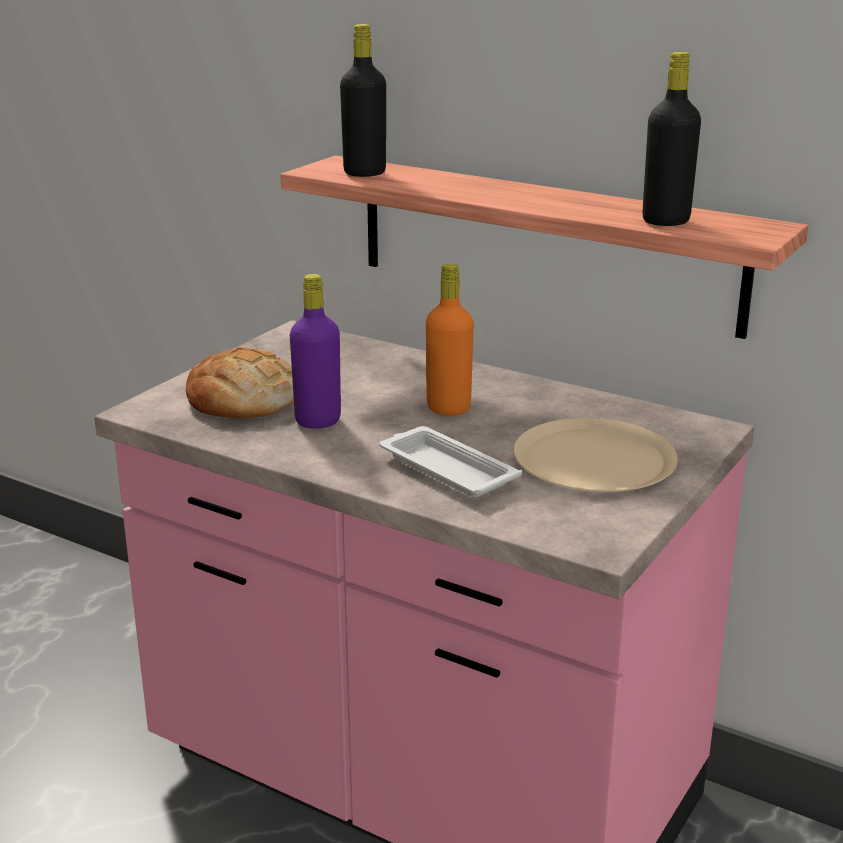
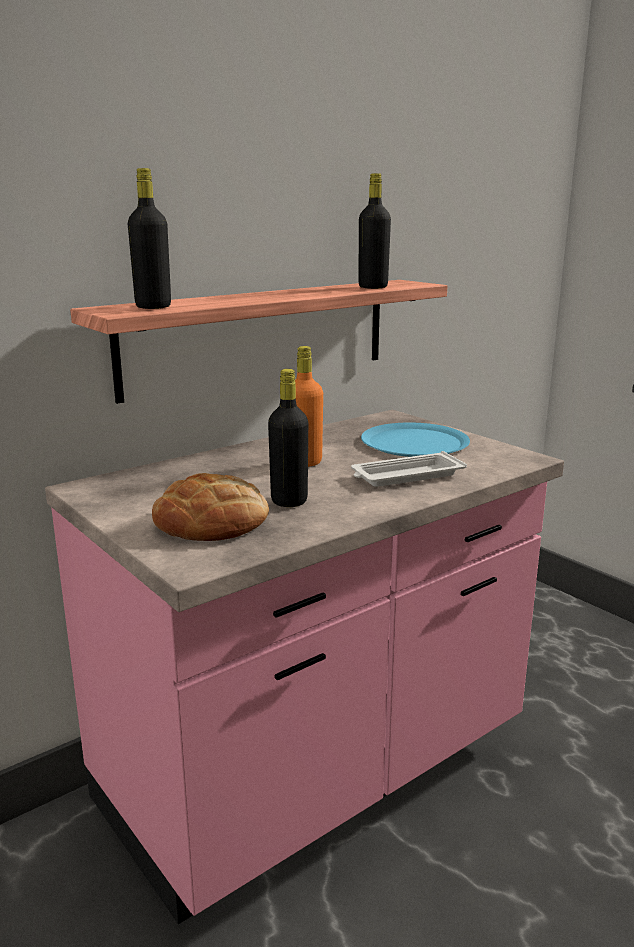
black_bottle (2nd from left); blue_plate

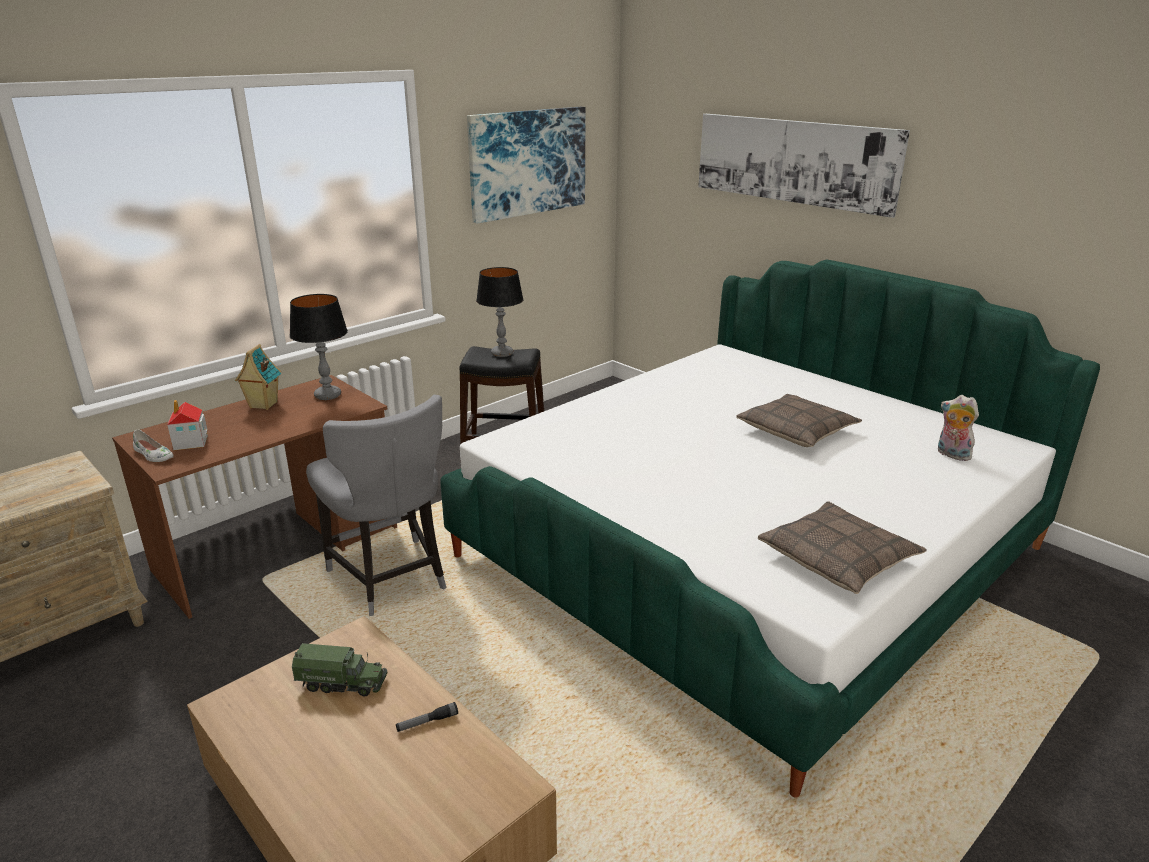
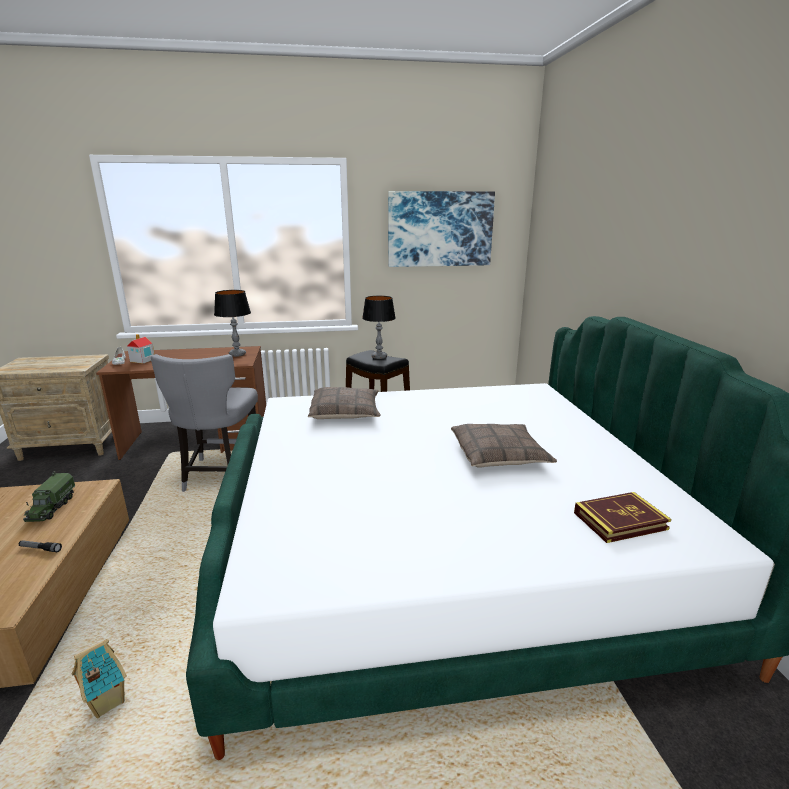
toy_truck; toy_house (1st from left); pillow (1st from left); book; picture (2nd from left in the first image)

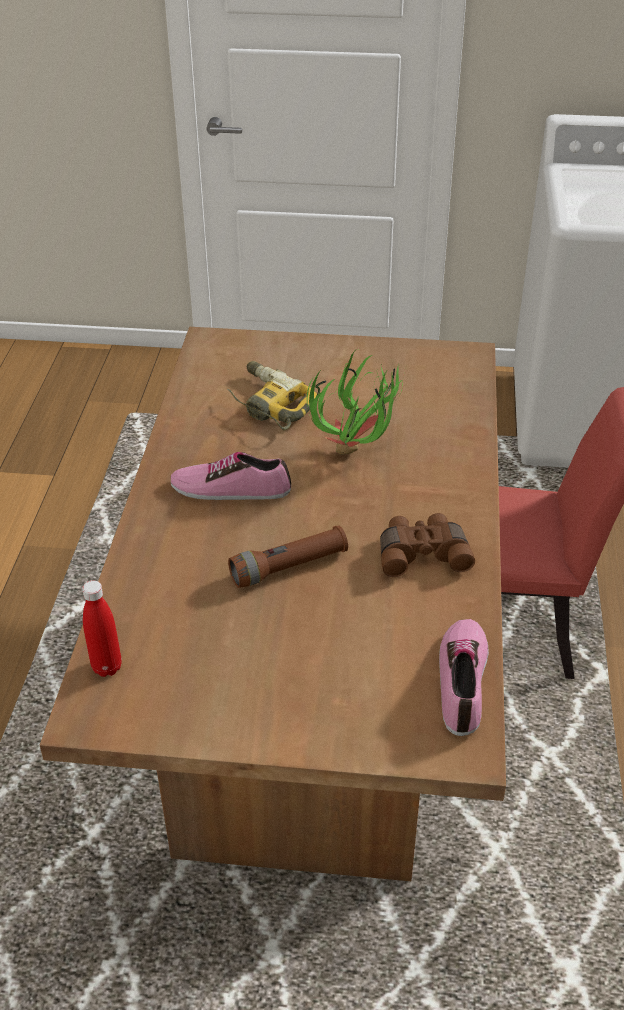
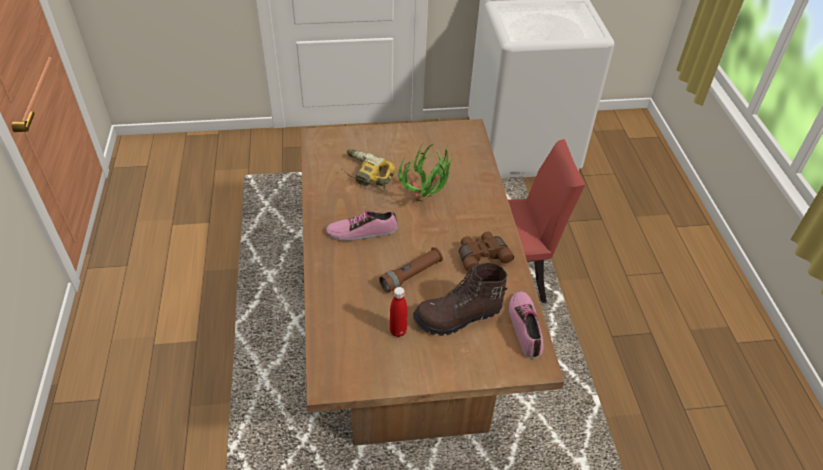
red_bottle; brown_boot

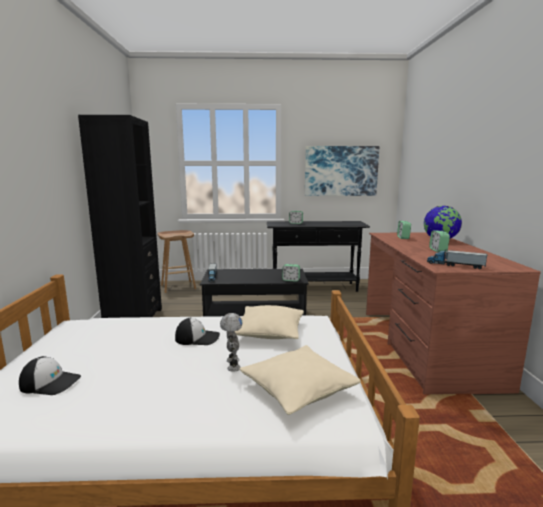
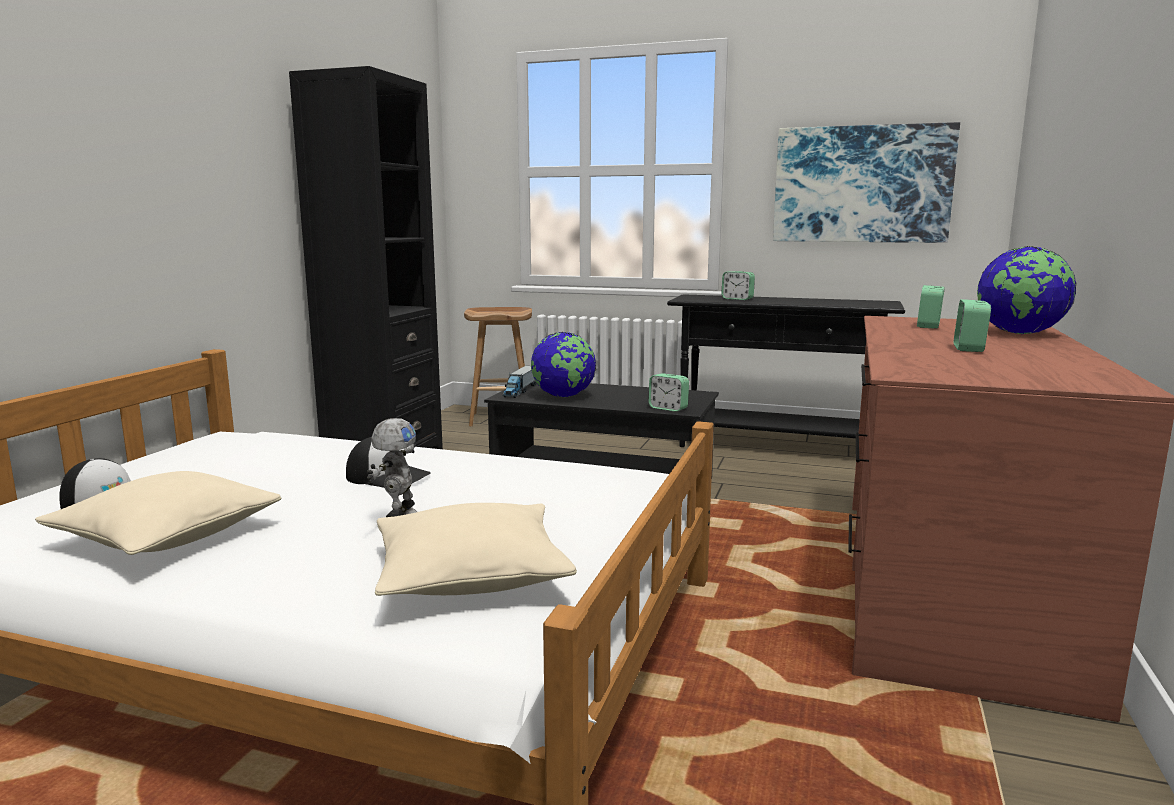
beige_pillow (1st from left); globe (1st from left); toy_truck (2nd from left in the first image)

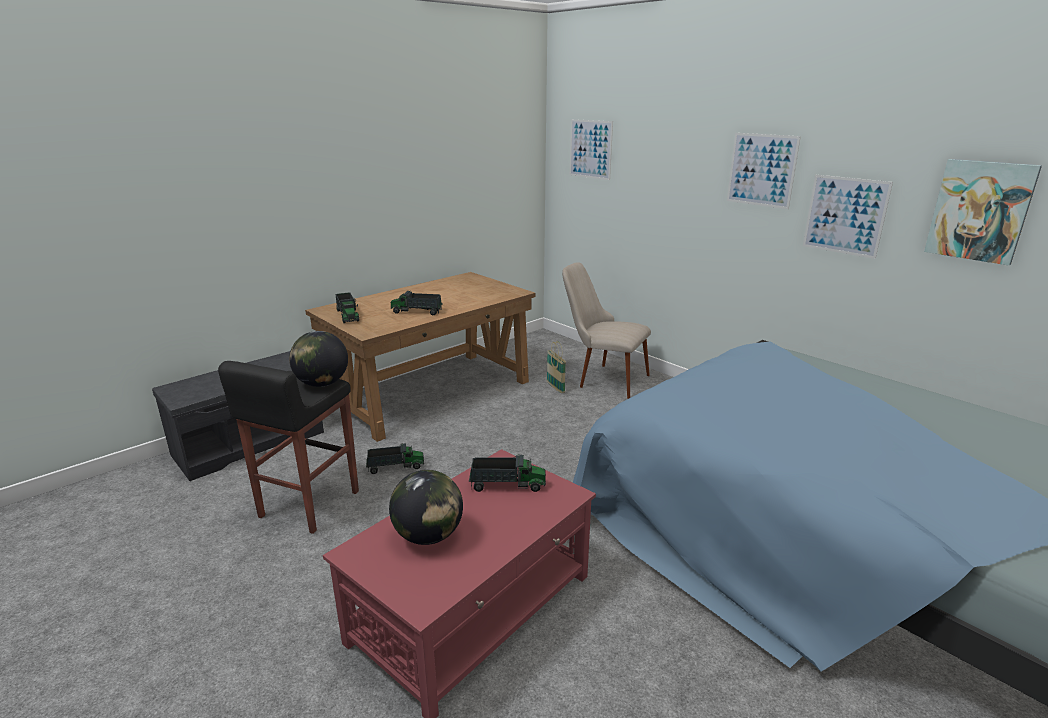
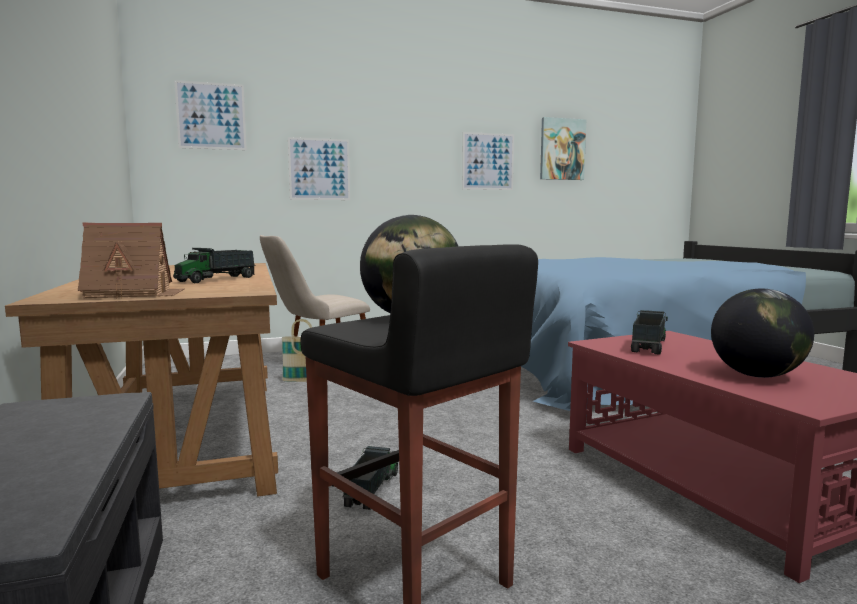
toy_house; picture (2nd from left)

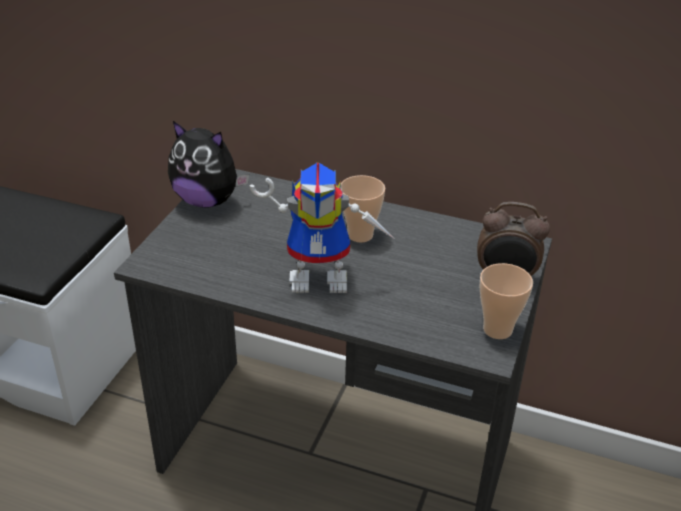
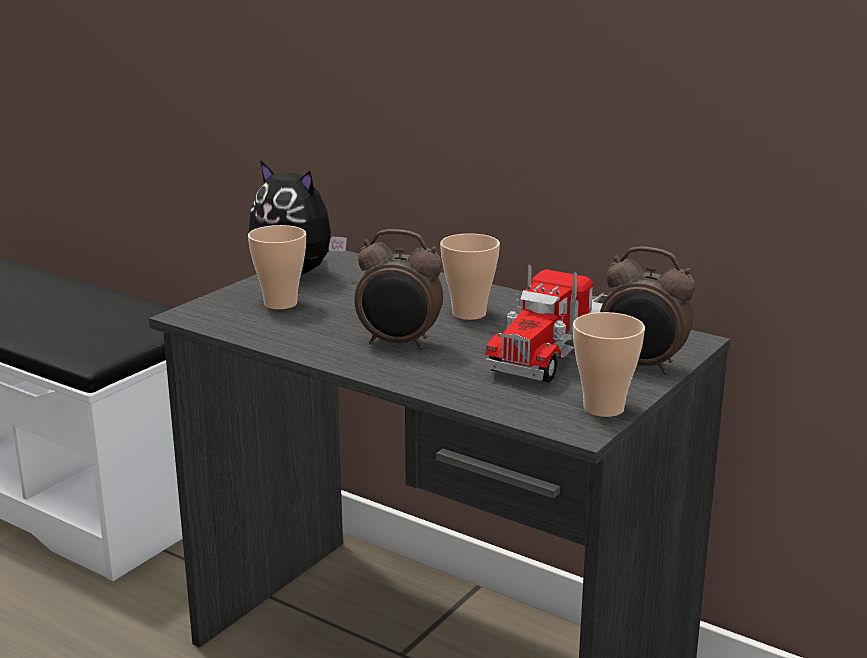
cup (1st from left); alarm_clock (1st from left); toy_truck

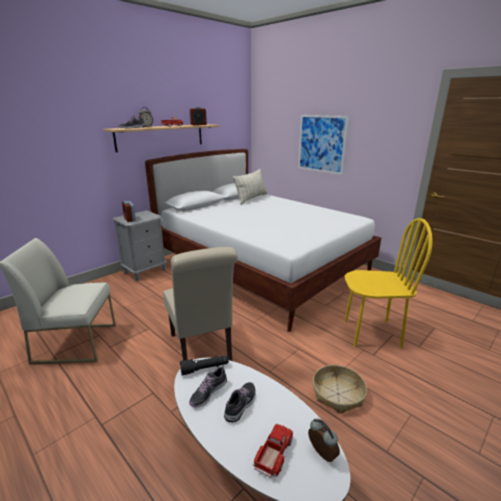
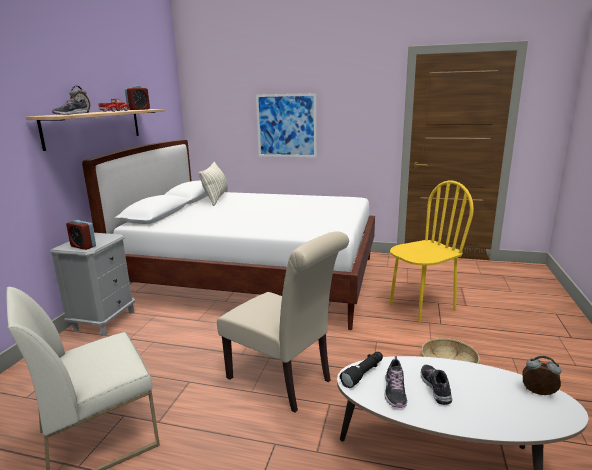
toy_truck (2nd from left in the first image)

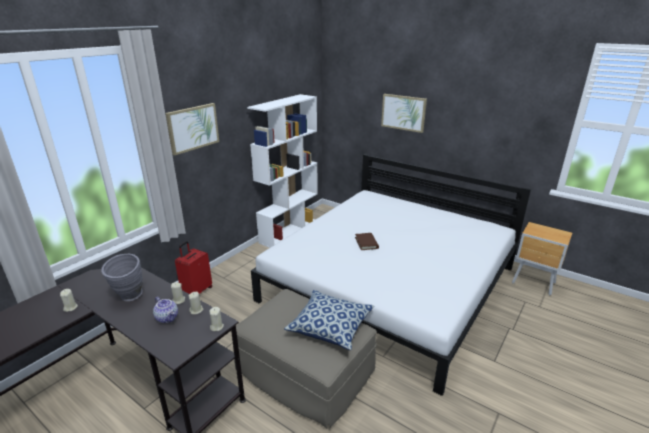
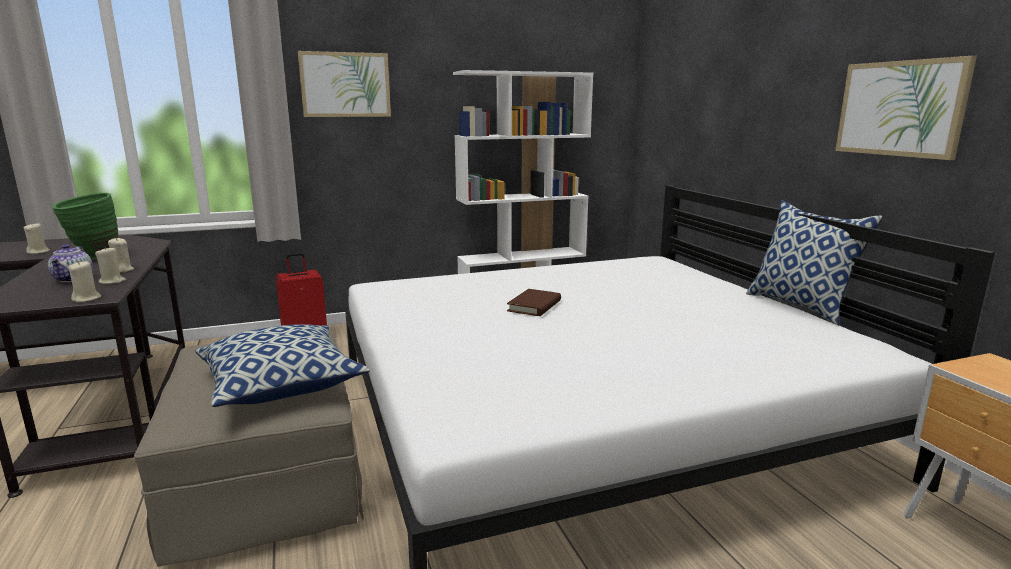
green_vase; pillow (2nd from left); picture (2nd from left)

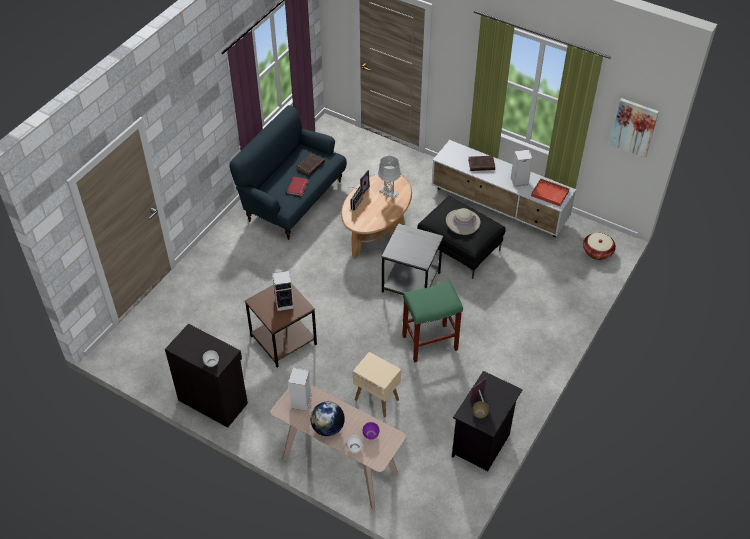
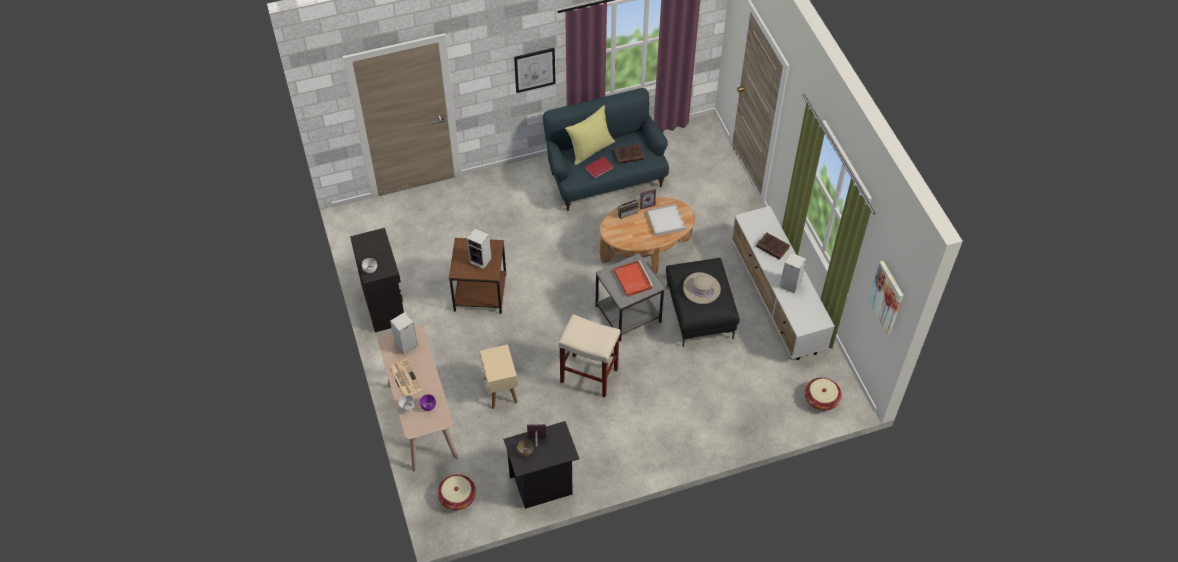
newspaper; basket (1st from left); picture (1st from left); beige_stool; yellow_pillow; red_tray; white_tray

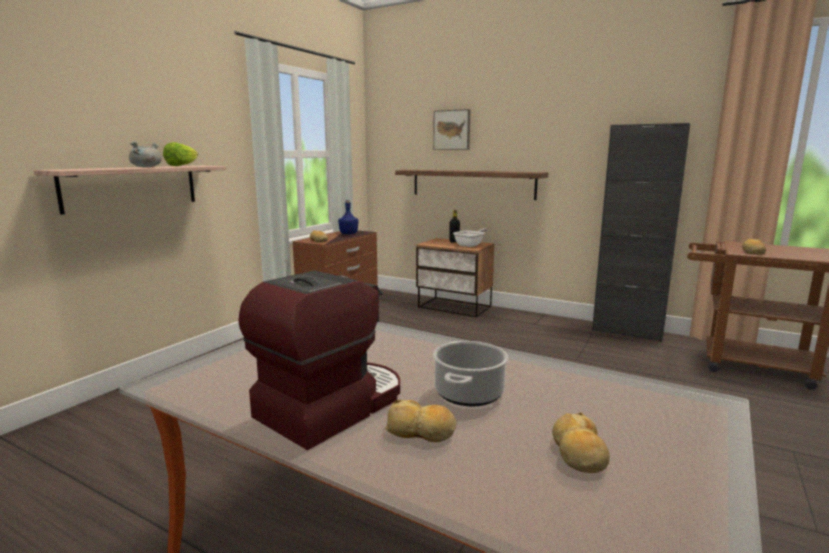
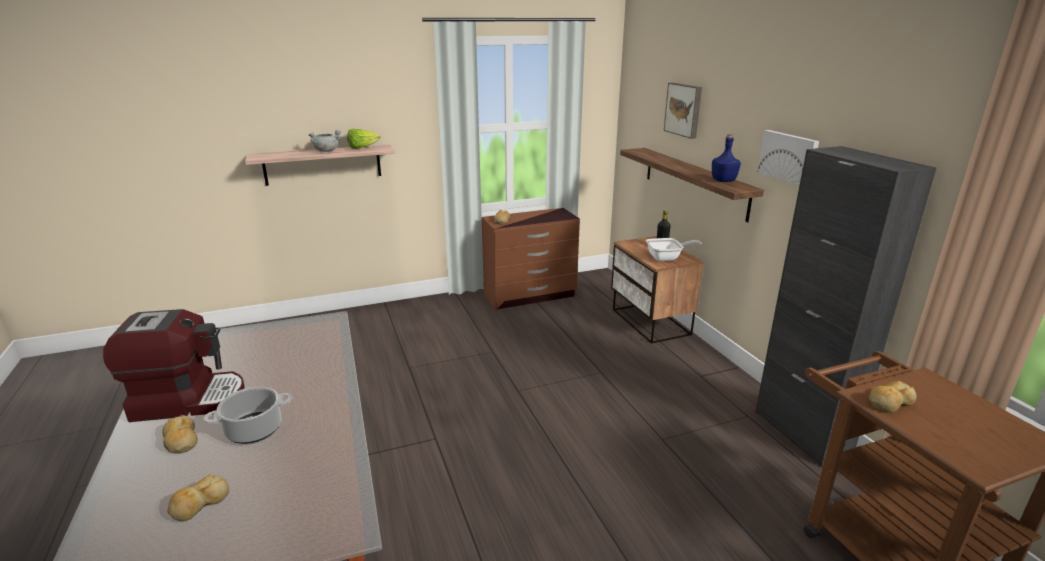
blue_bottle; picture (2nd from left)

